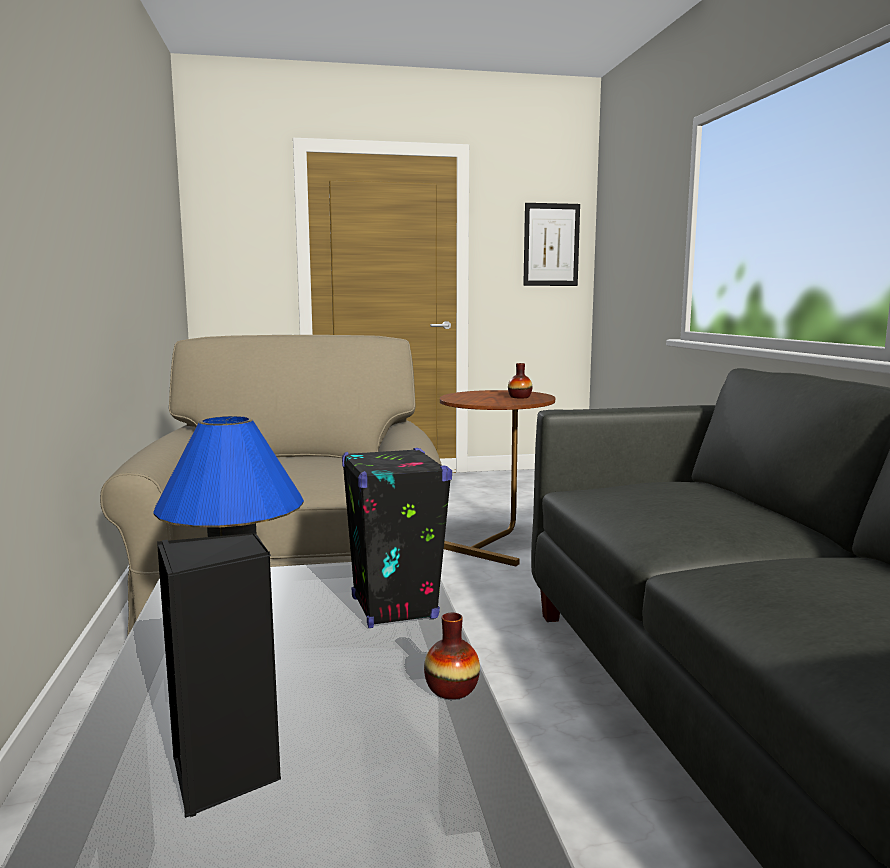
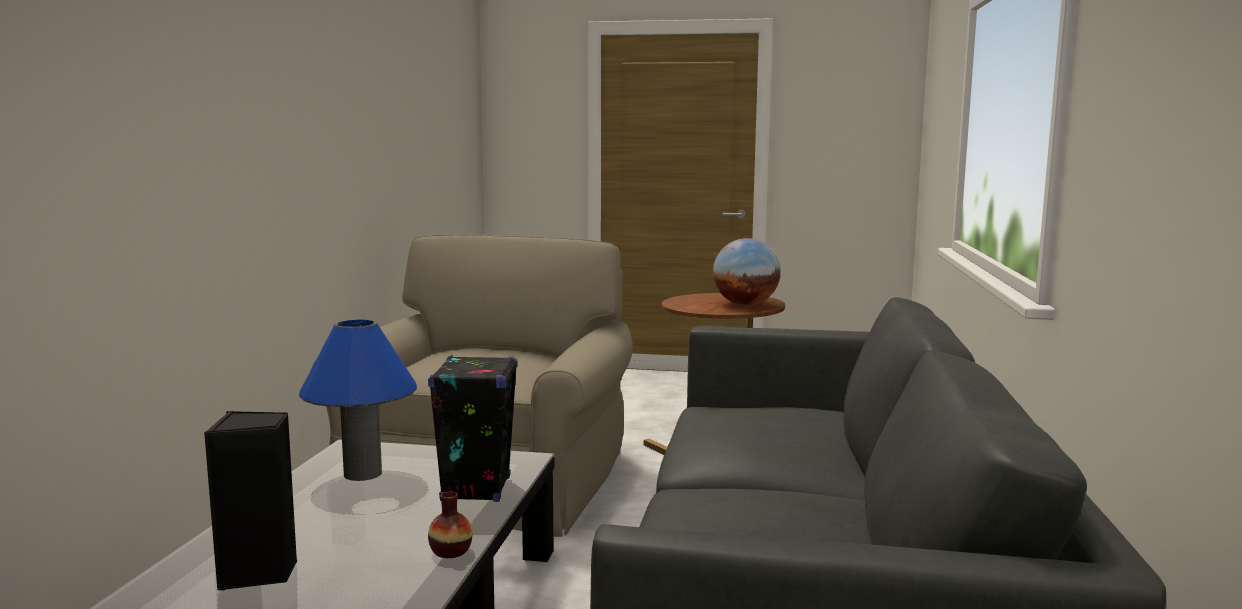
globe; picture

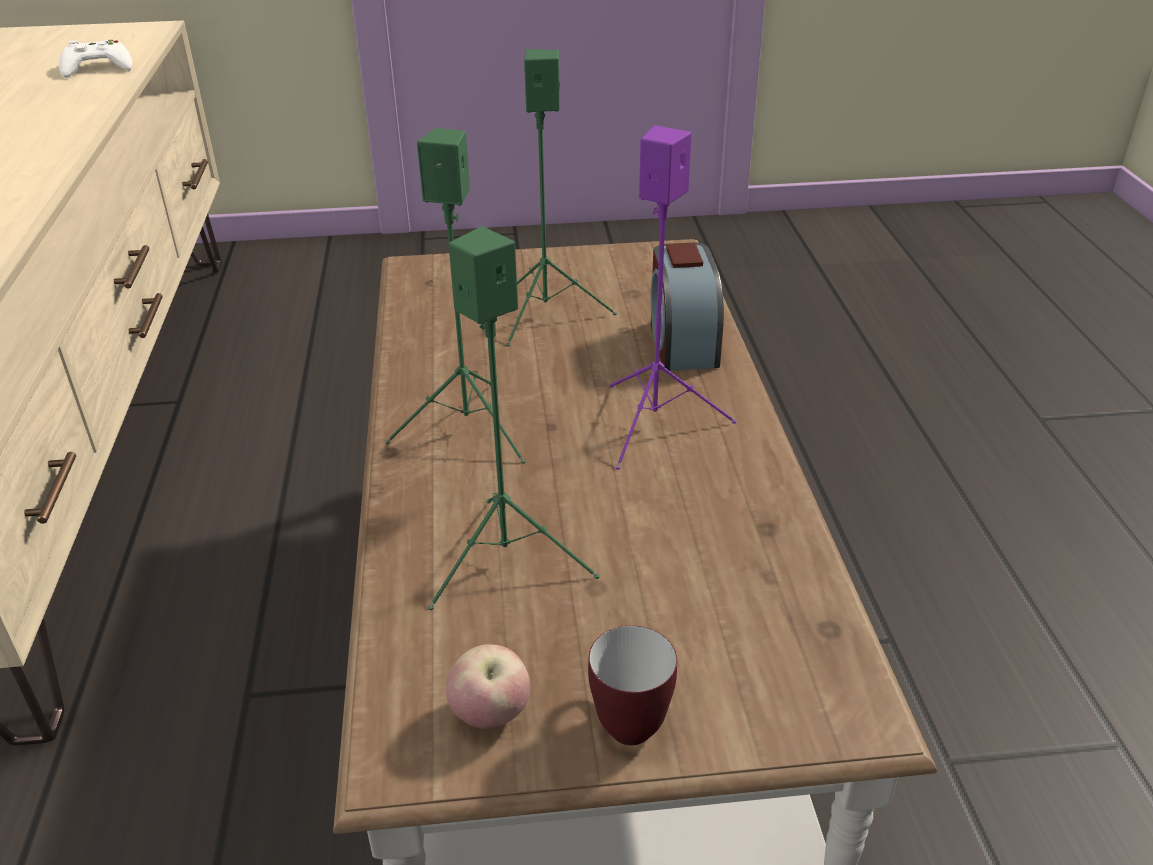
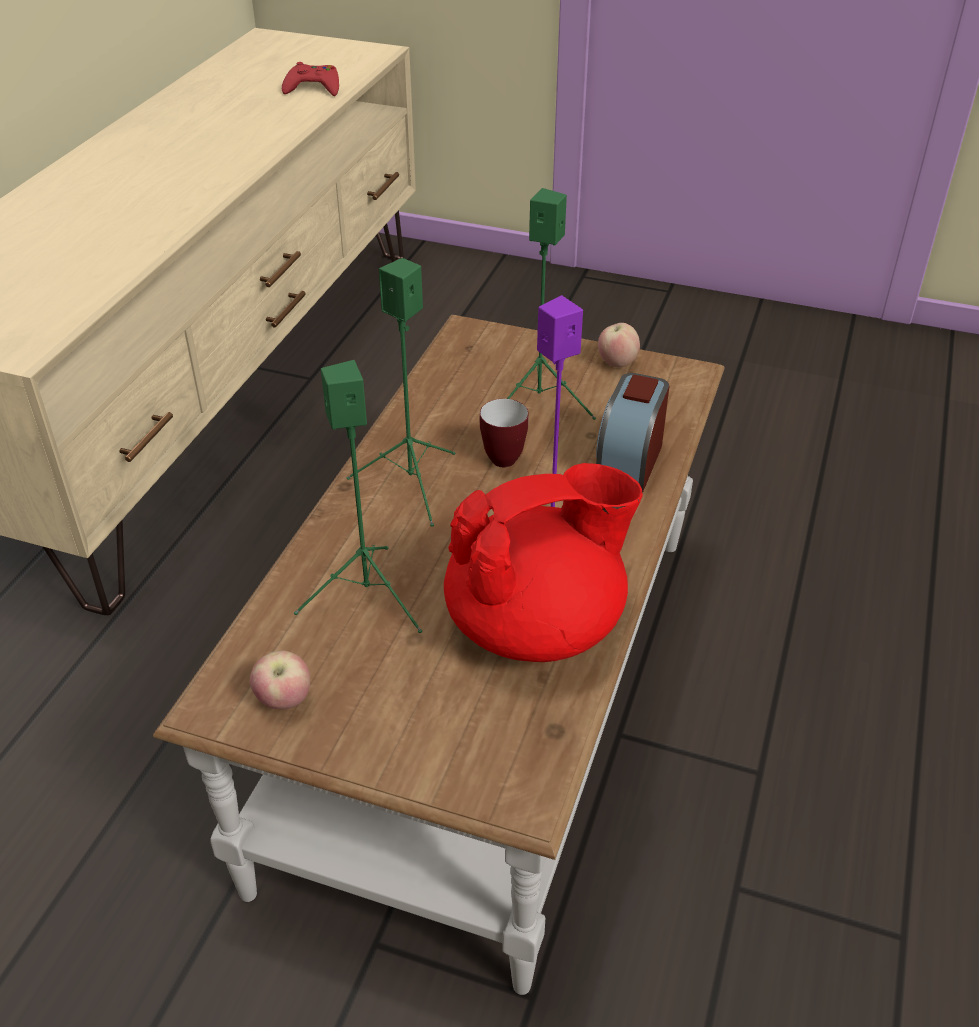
red_game_controller; red_teapot; mug; apple (2nd from left)

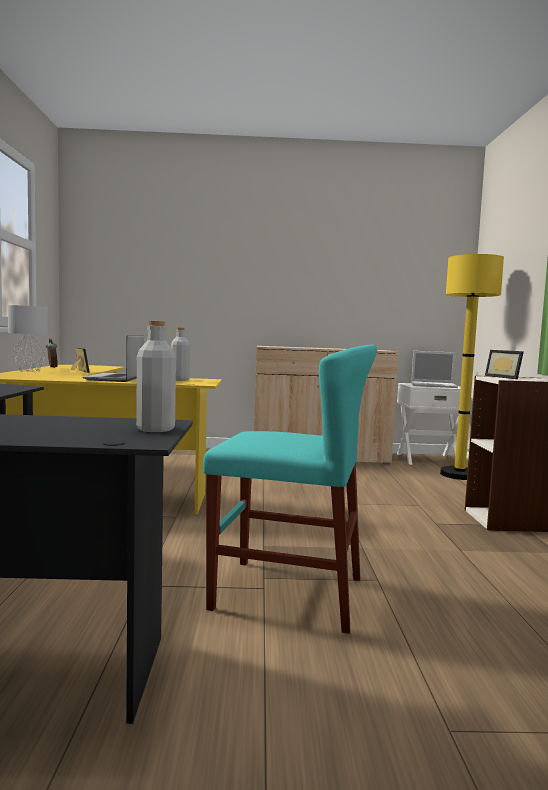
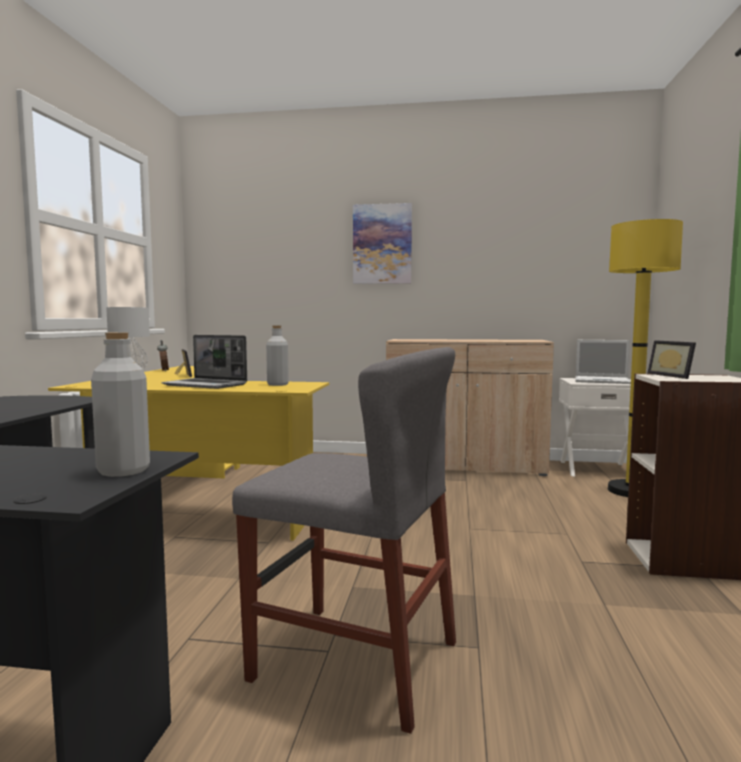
laptop (1st from left); grey_chair; picture

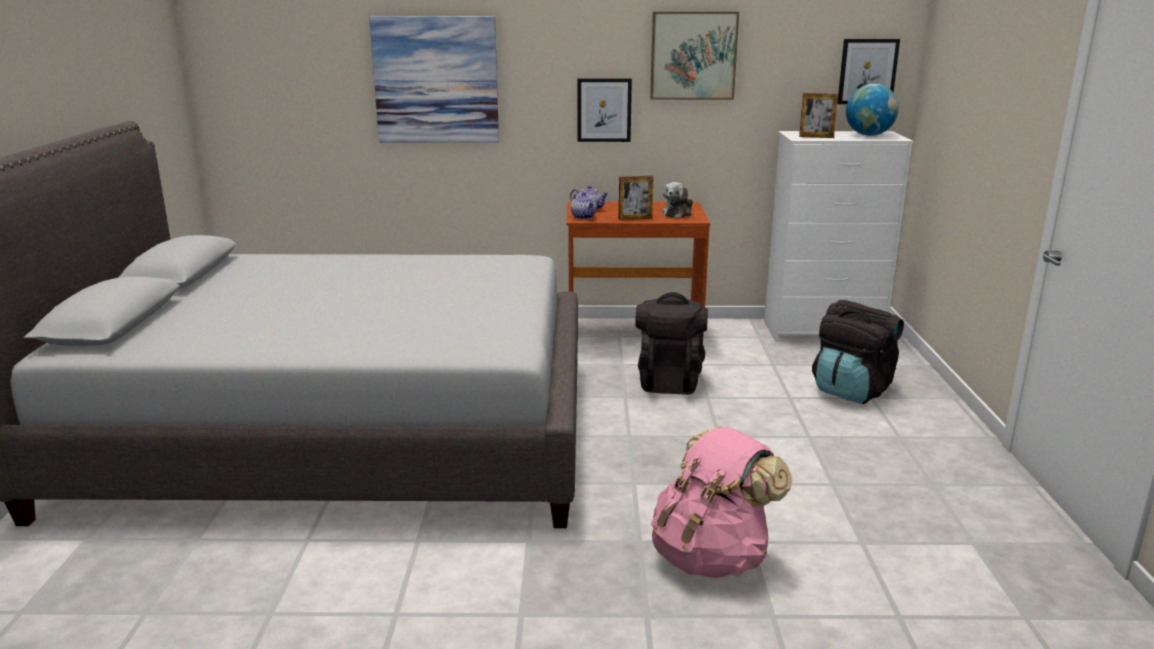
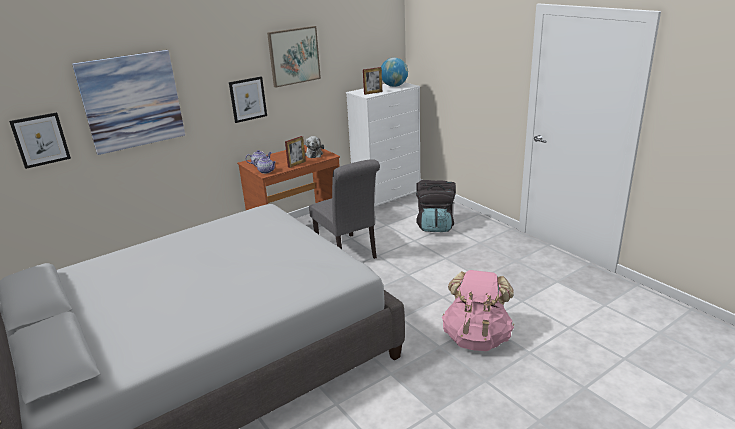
picture (1st from left); grey_chair

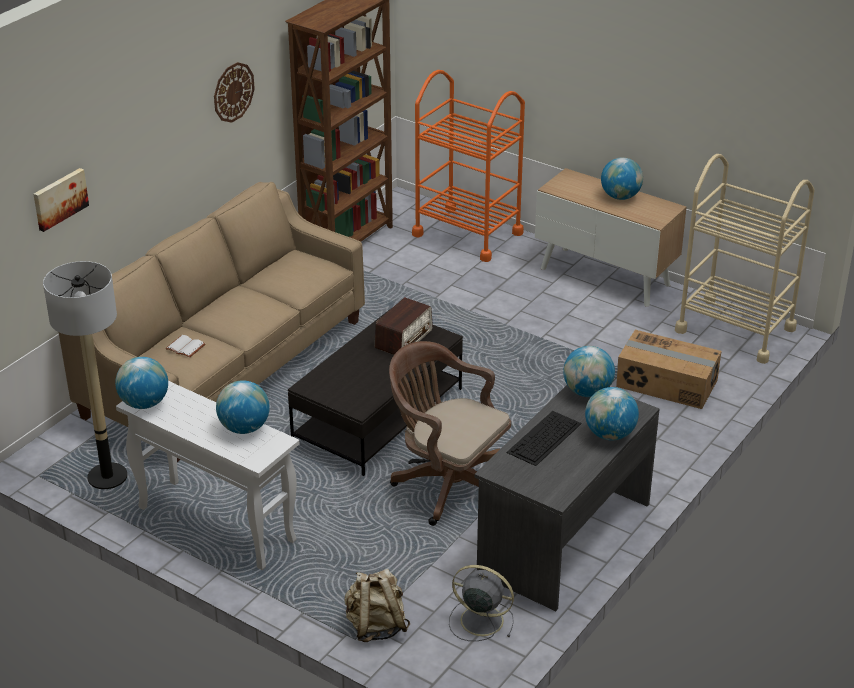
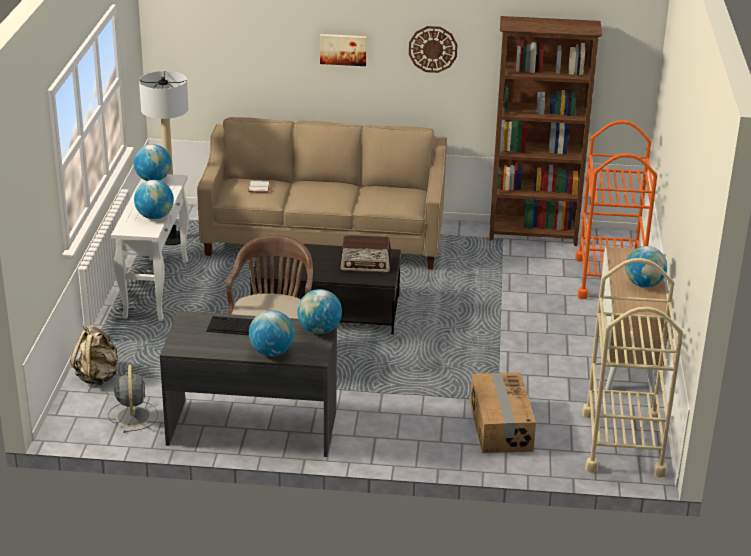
picture

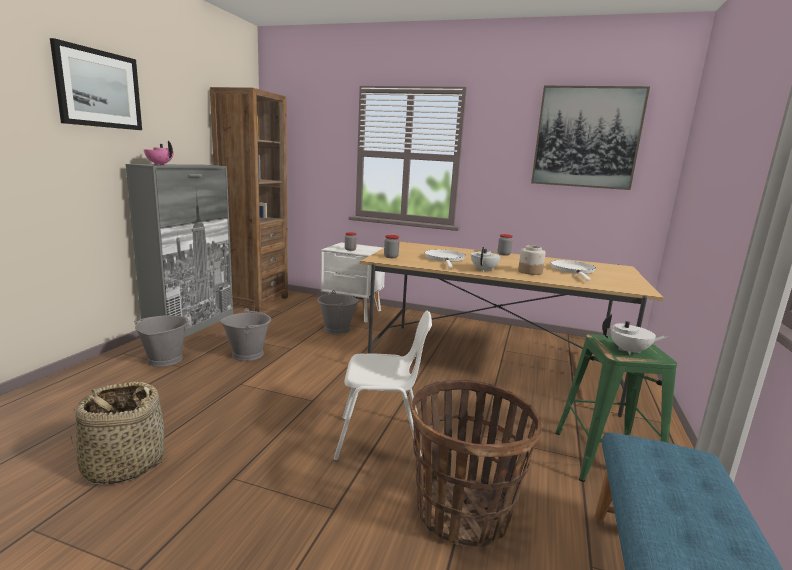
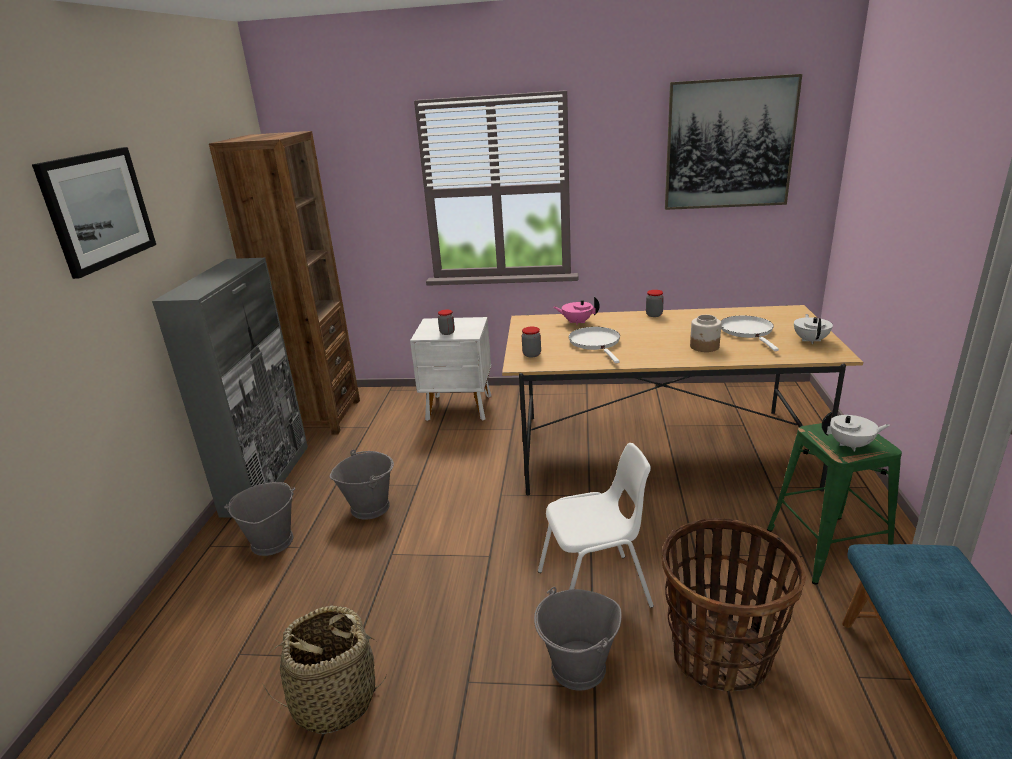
grey_bucket (3rd from left); pink_teapot; white_teapot (1st from left)

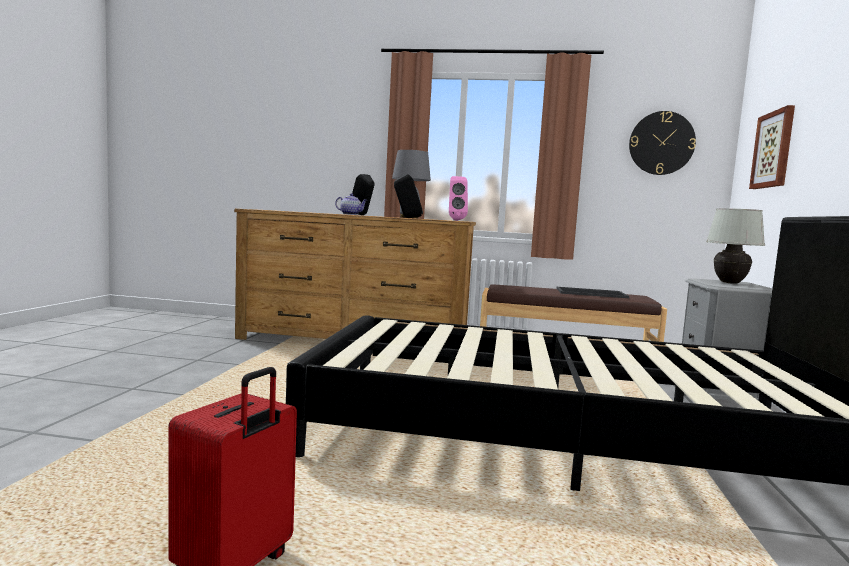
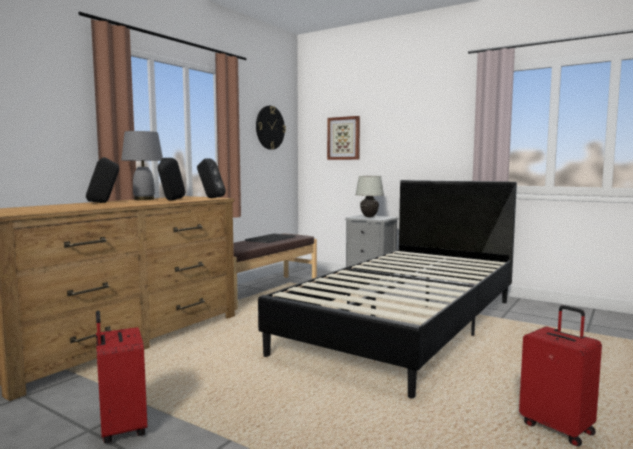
red_suitcase (1st from left); black_speaker (3rd from left); teapot

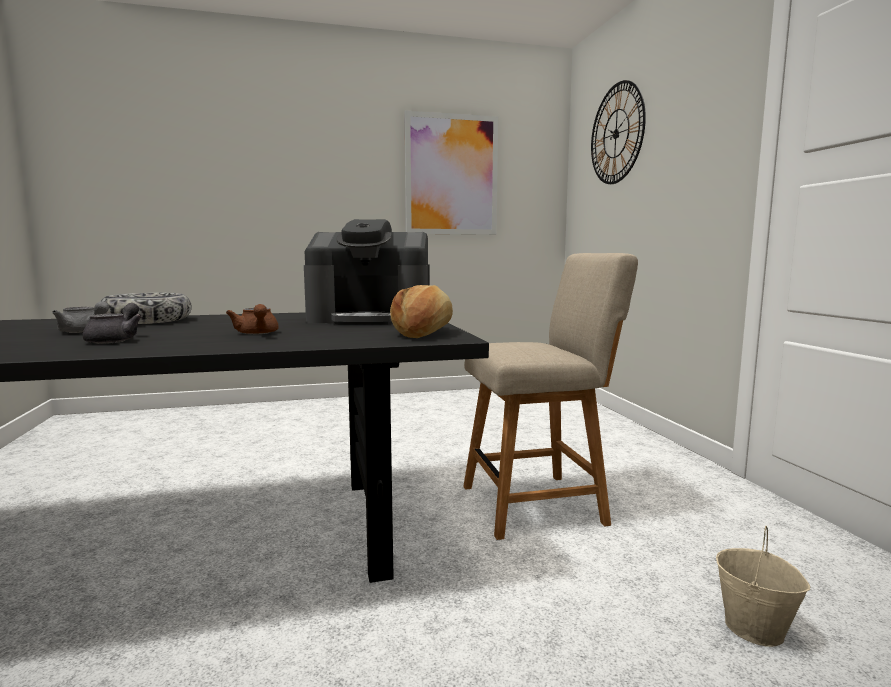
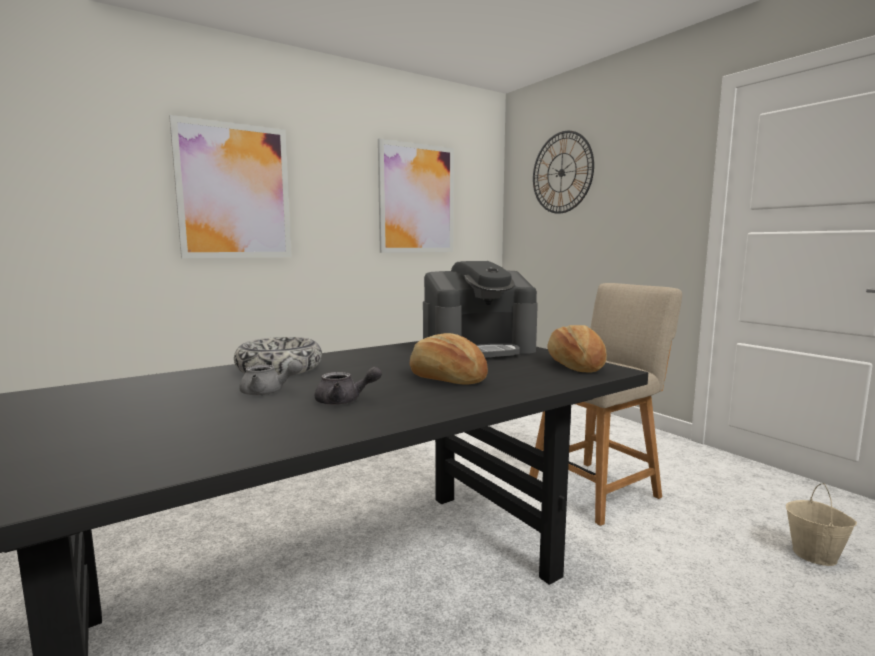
picture (1st from left); grey_teapot (2nd from left); bread (1st from left)

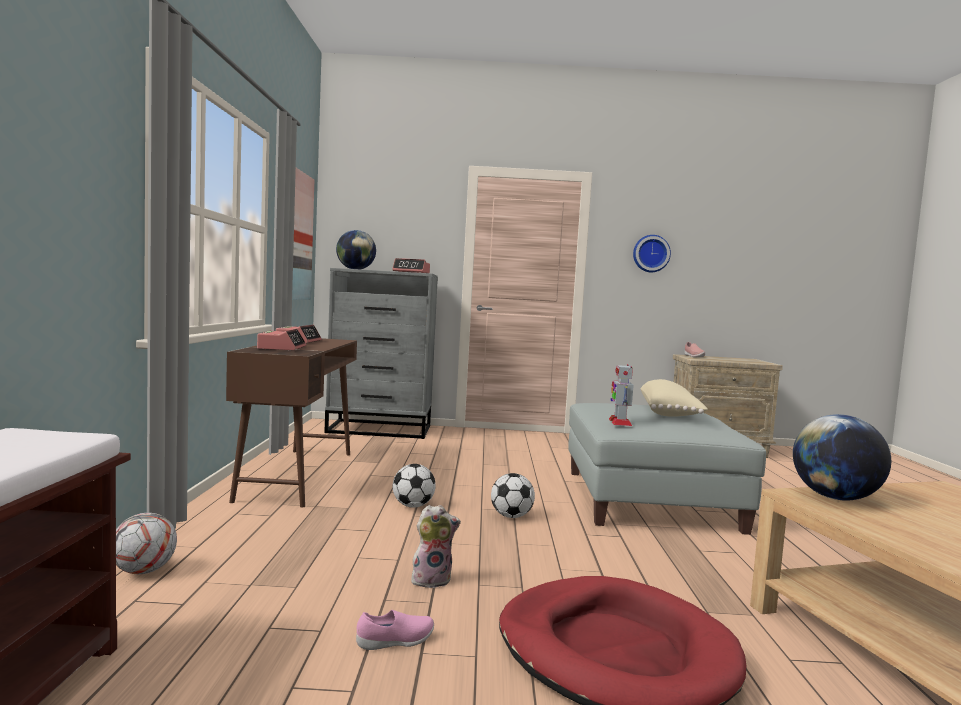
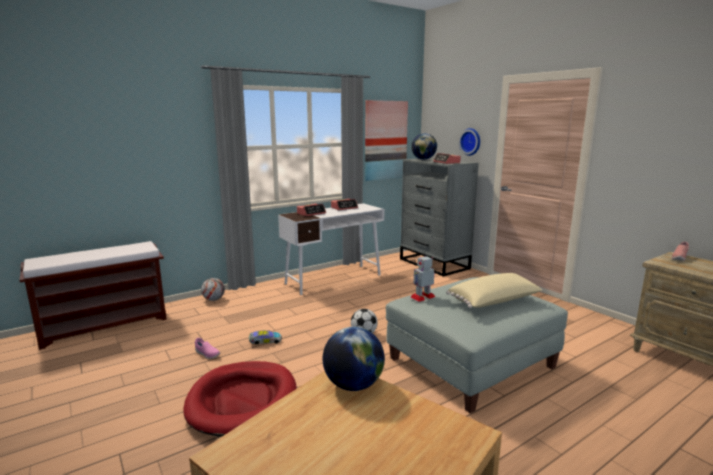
toy_car; white_desk; wall_clock; football (2nd from left in the first image)

